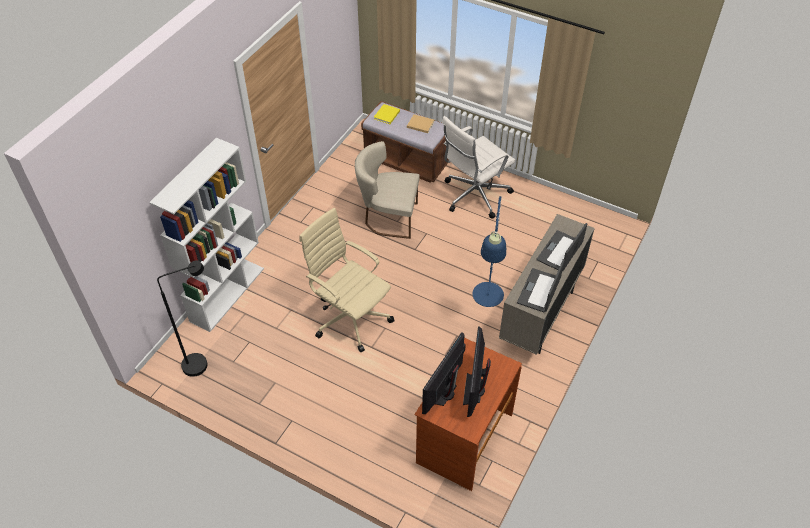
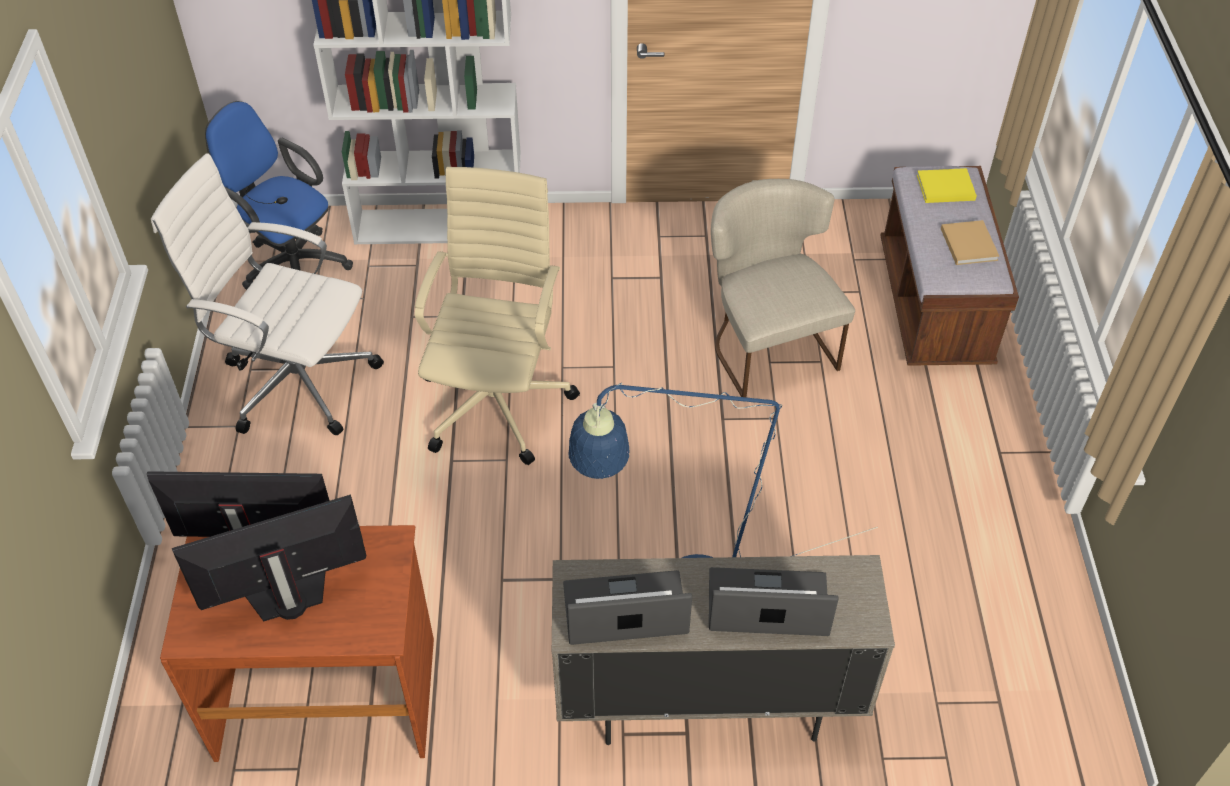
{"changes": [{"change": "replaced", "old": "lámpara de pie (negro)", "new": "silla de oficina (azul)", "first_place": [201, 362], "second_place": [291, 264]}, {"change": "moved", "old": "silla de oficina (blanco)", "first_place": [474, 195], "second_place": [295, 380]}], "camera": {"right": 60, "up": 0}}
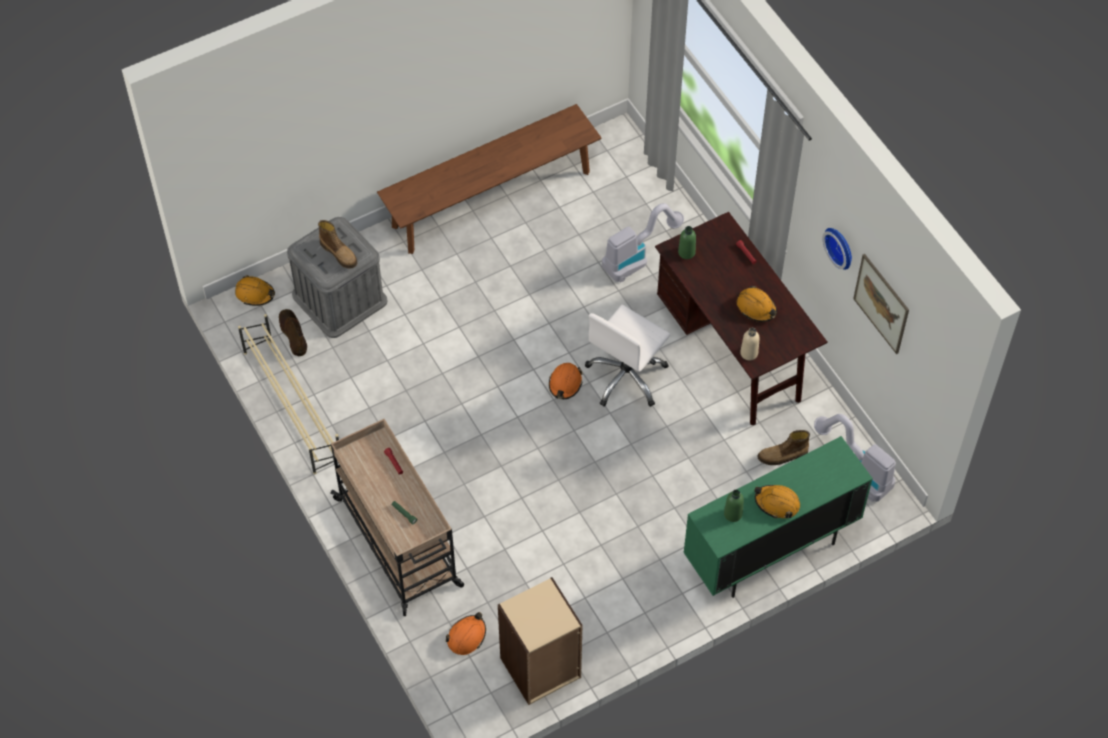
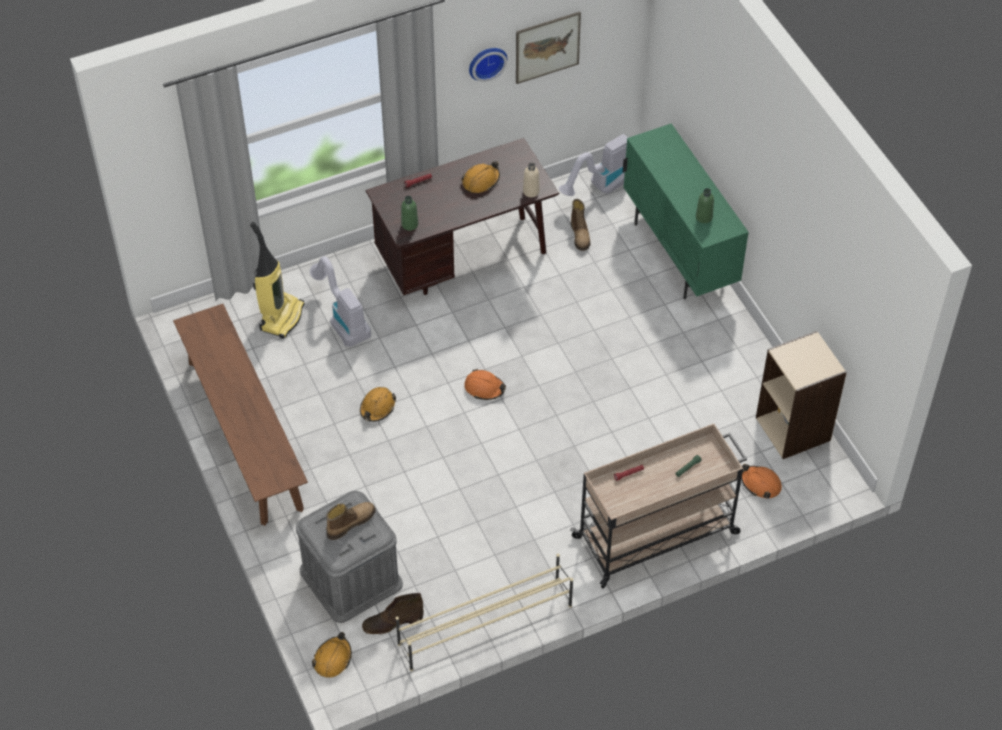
{"changes": [{"change": "removed", "old": "silla de oficina (blanco)", "first_place": [626, 377]}, {"change": "moved", "old": "casco (naranja)", "first_place": [777, 503], "second_place": [377, 407]}, {"change": "added", "new": "aspiradora", "second_place": [281, 317]}], "camera": {"right": -85, "up": -5}}
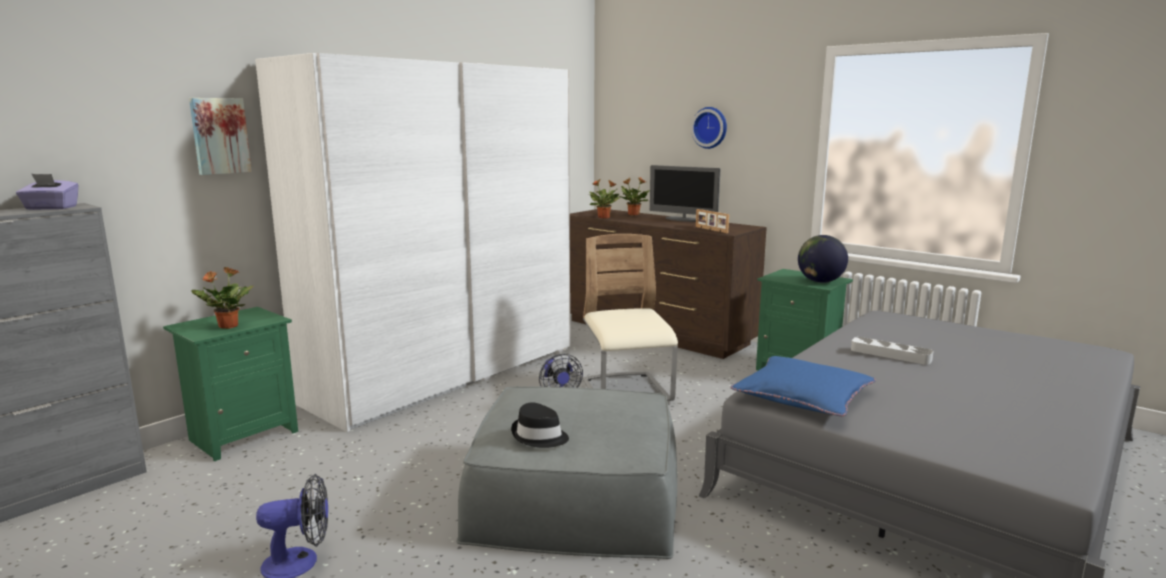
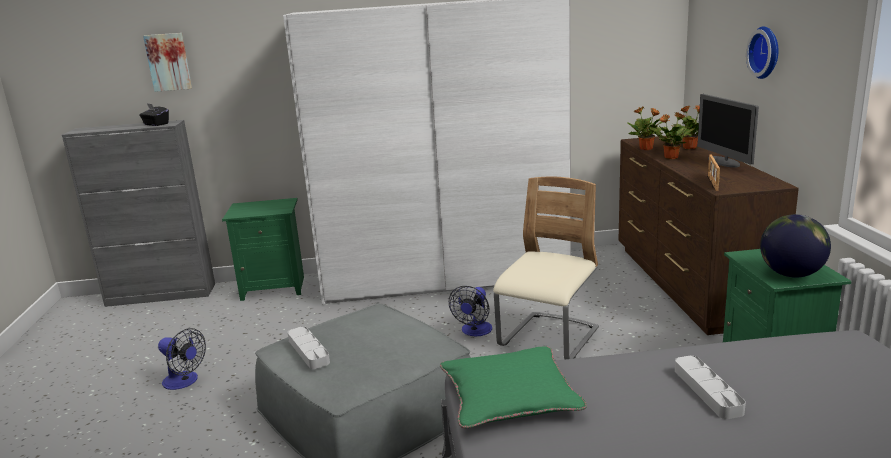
{"changes": [{"change": "recoloured", "old": "caja de pañuelos (morado)", "new": "caja de pañuelos (negro)", "first_place": [51, 208], "second_place": [156, 124]}, {"change": "moved", "old": "cuadro", "first_place": [219, 136], "second_place": [168, 62]}, {"change": "moved", "old": "planta en maceta", "first_place": [227, 326], "second_place": [670, 157]}, {"change": "replaced", "old": "sombrero (negro)", "new": "bandeja (gris)", "first_place": [539, 436], "second_place": [308, 351]}, {"change": "recoloured", "old": "cojín (azul)", "new": "cojín (verde)", "first_place": [802, 396], "second_place": [509, 397]}], "camera": {"right": 45, "up": 5}}
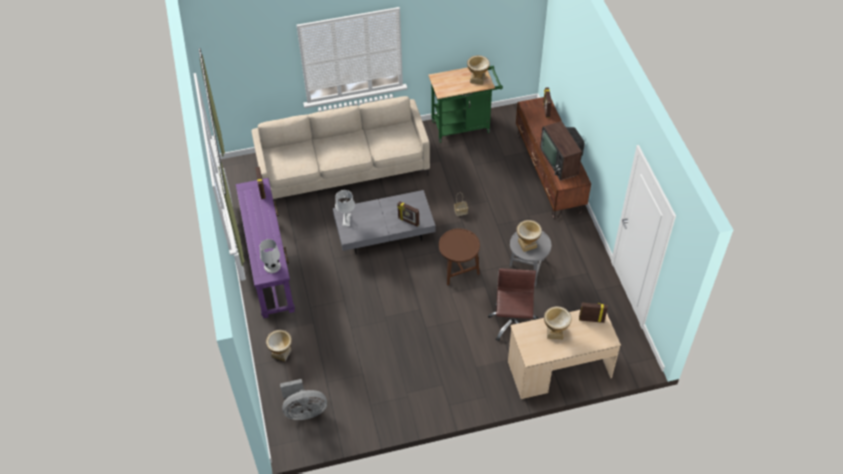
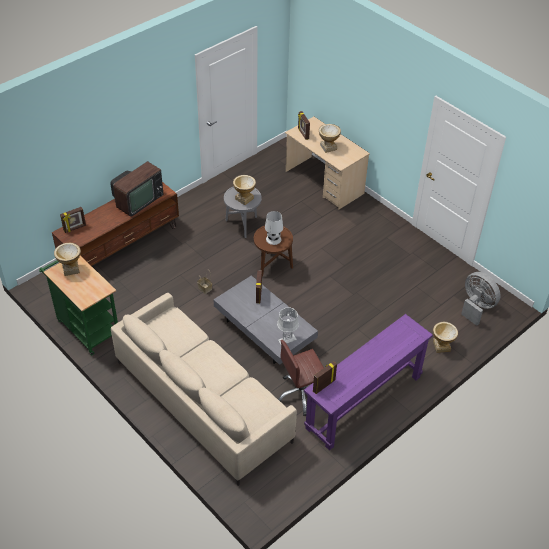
{"changes": [{"change": "moved", "old": "lámpara de mesa (blanco)", "first_place": [272, 266], "second_place": [273, 239]}, {"change": "moved", "old": "silla de oficina (marrón)", "first_place": [512, 324], "second_place": [301, 394]}], "camera": {"right": -120, "up": -5}}
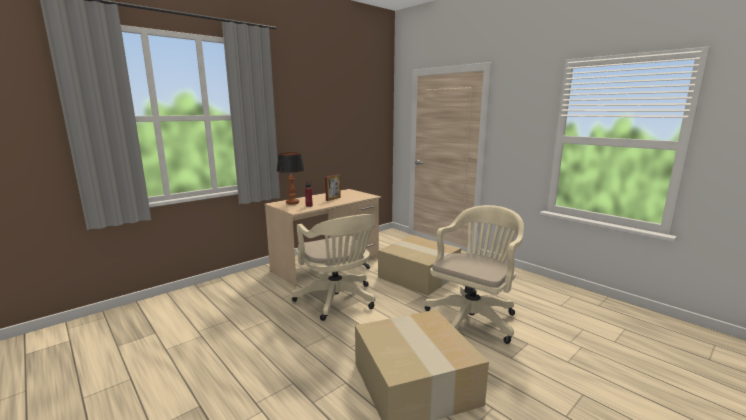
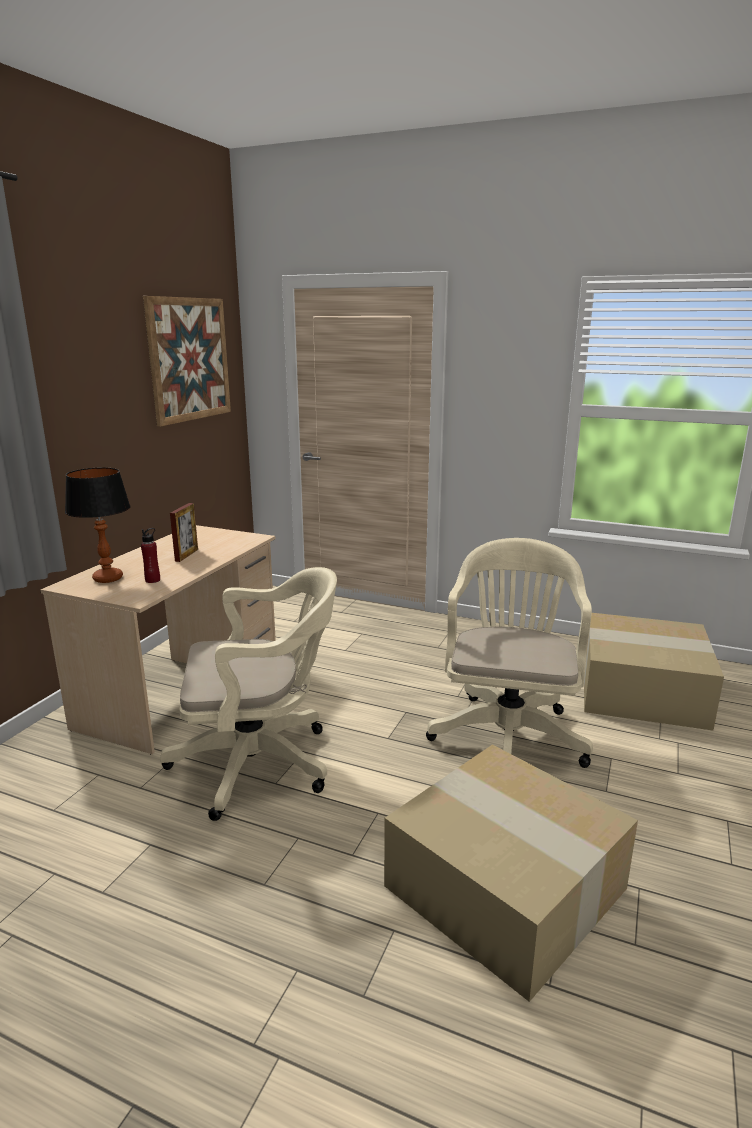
{"changes": [{"change": "turned", "old": "silla de oficina (beis)", "first_place": [337, 301], "second_place": [261, 763], "degrees": -45}, {"change": "moved", "old": "caja de cartón", "first_place": [420, 276], "second_place": [644, 690]}, {"change": "added", "new": "cuadro", "second_place": [189, 359]}], "camera": {"right": -25, "up": 5}}
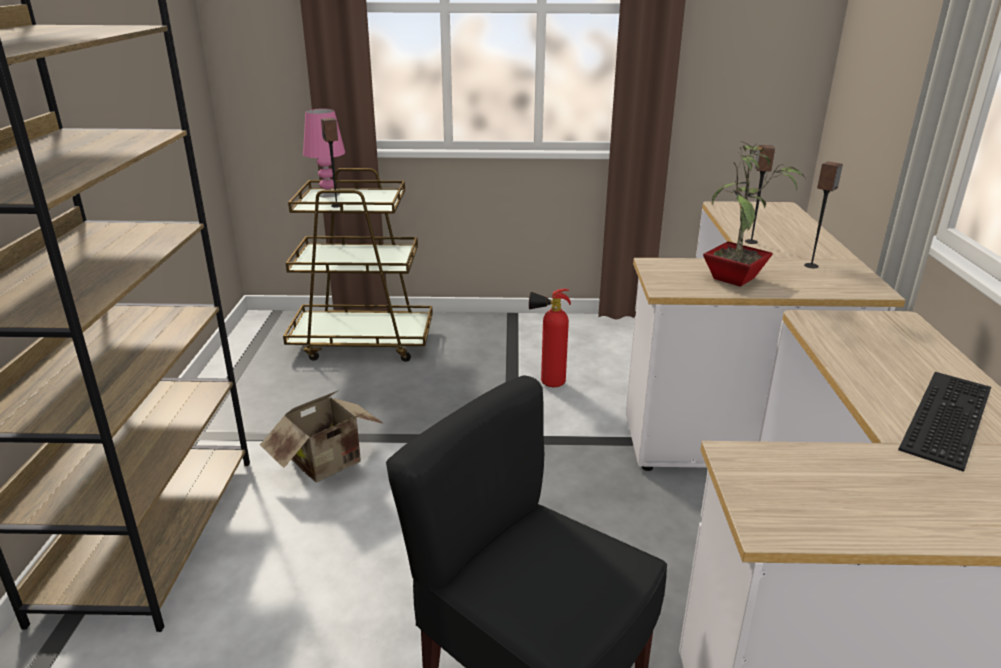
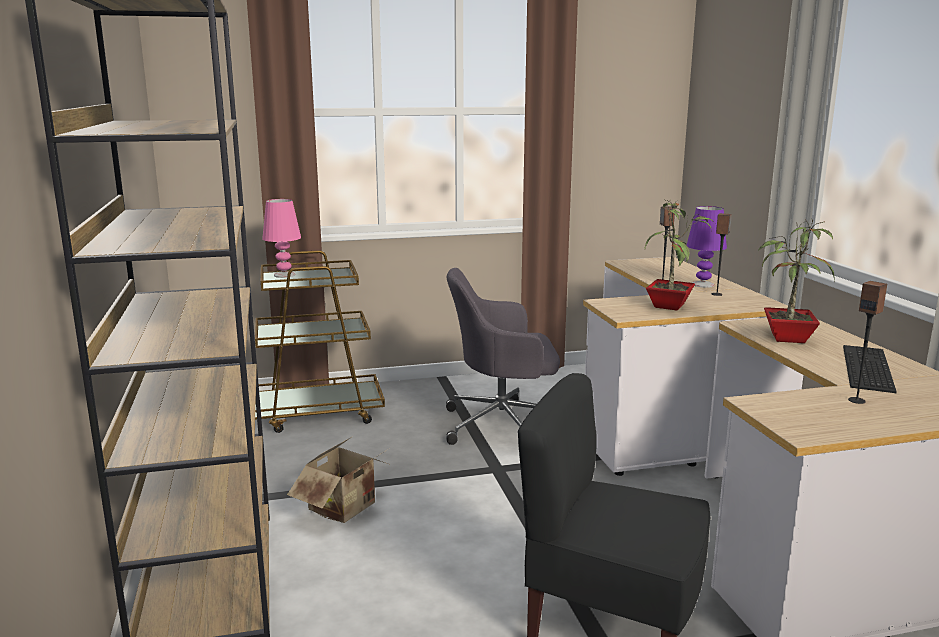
{"changes": [{"change": "moved", "old": "altavoz", "first_place": [337, 205], "second_place": [857, 400]}, {"change": "replaced", "old": "extintor", "new": "silla de oficina (gris)", "first_place": [547, 383], "second_place": [503, 425]}, {"change": "added", "new": "lámpara de mesa (morado)", "second_place": [703, 284]}, {"change": "added", "new": "planta en maceta", "second_place": [785, 338]}], "camera": {"right": -15, "up": -10}}
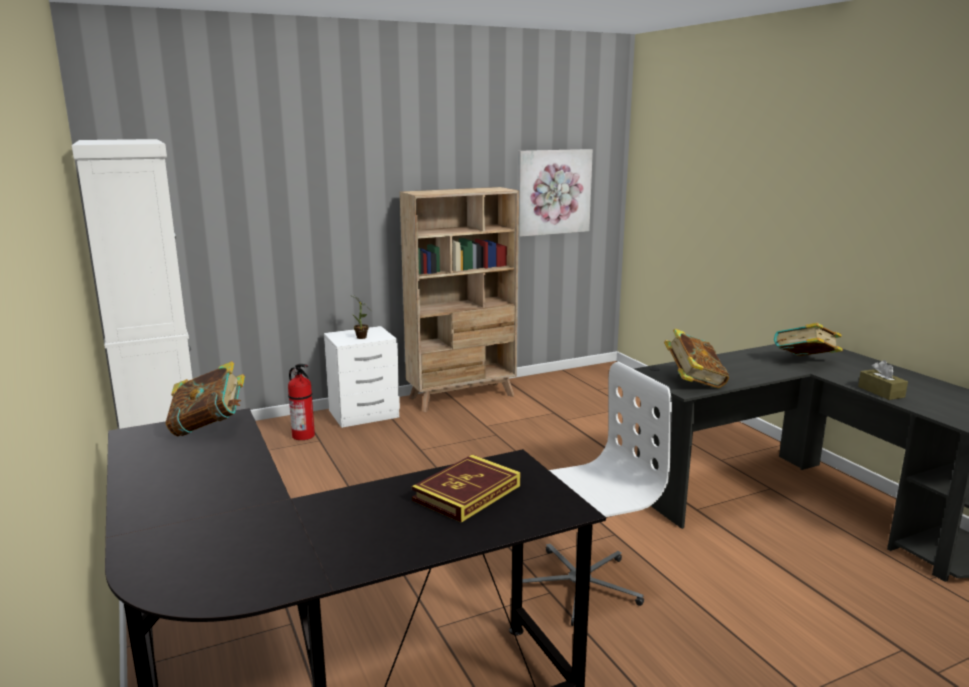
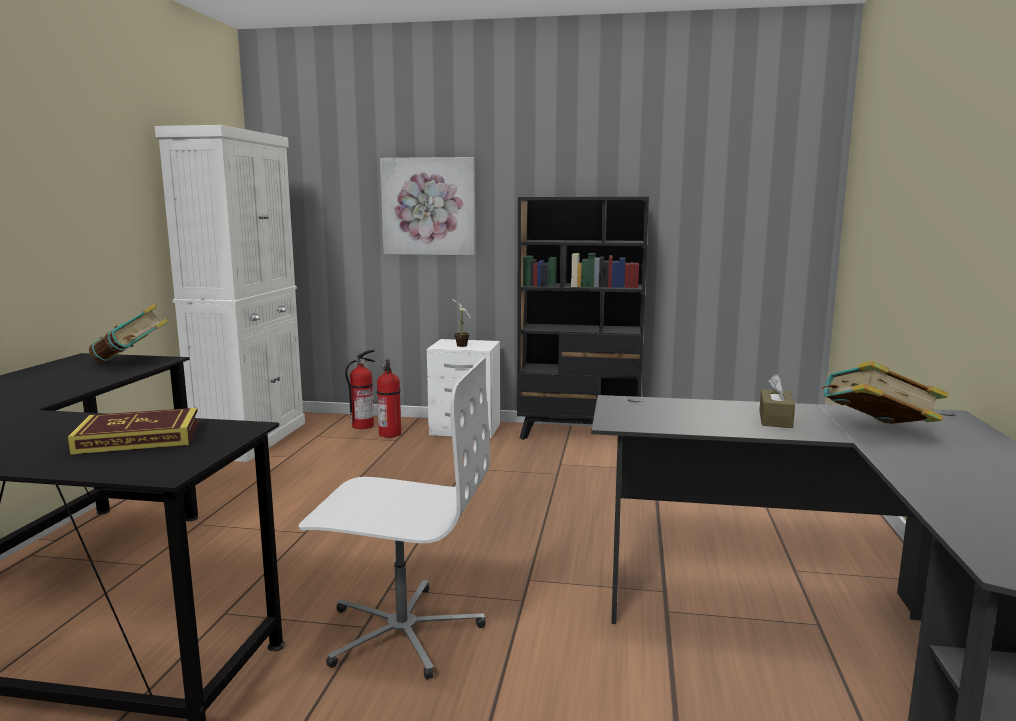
{"changes": [{"change": "recoloured", "old": "estantería (beis)", "new": "estantería (negro)", "first_place": [462, 397], "second_place": [579, 435]}, {"change": "moved", "old": "cuadro", "first_place": [553, 192], "second_place": [429, 206]}, {"change": "removed", "old": "libro", "first_place": [693, 382]}, {"change": "moved", "old": "caja de pañuelos (marrón)", "first_place": [881, 392], "second_place": [775, 419]}, {"change": "added", "new": "extintor", "second_place": [363, 425]}], "camera": {"right": 35, "up": -5}}
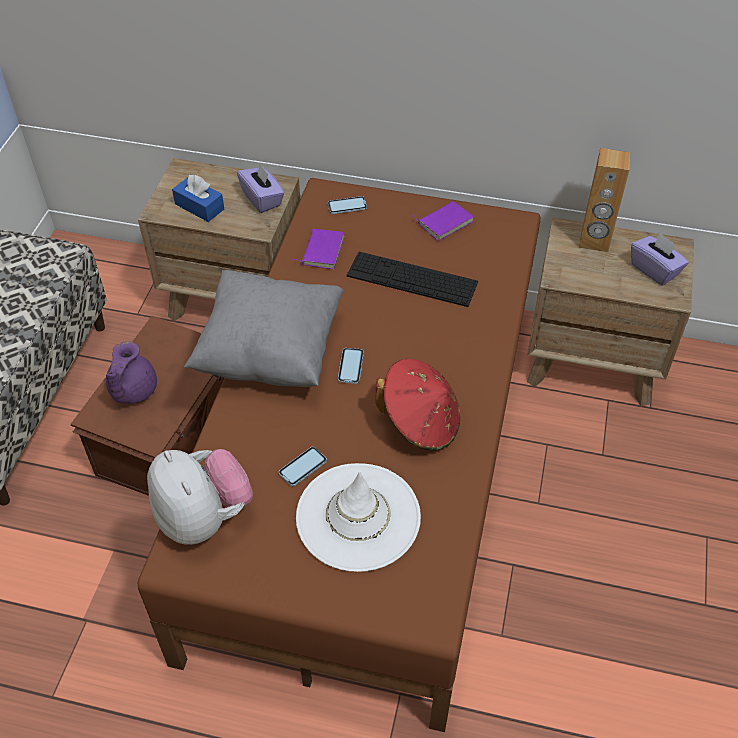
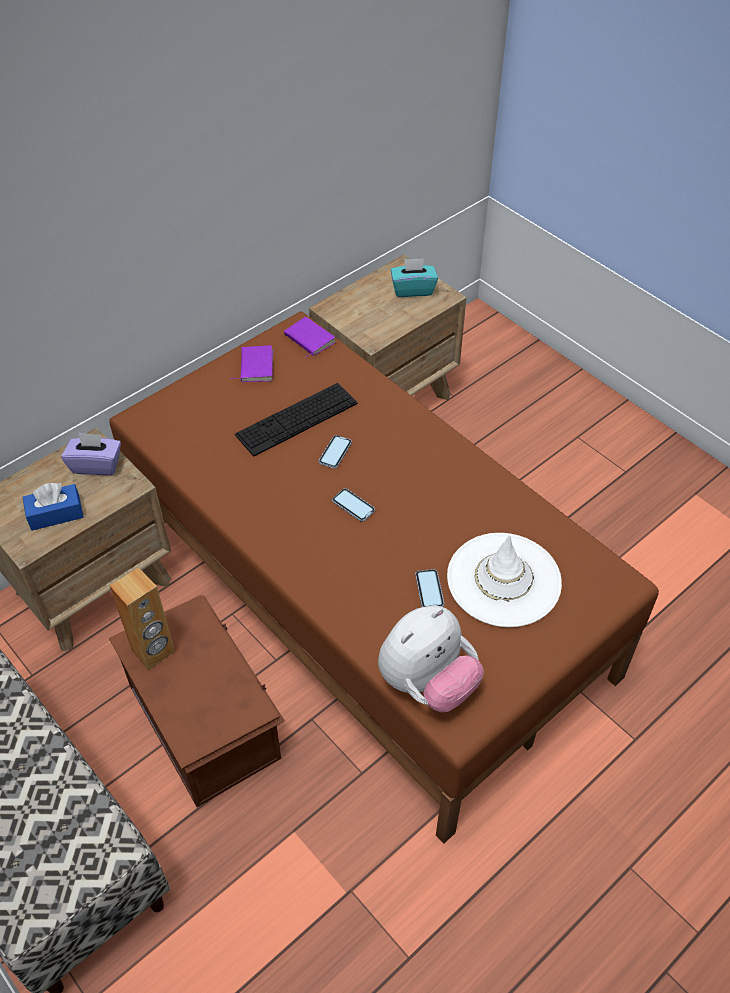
{"changes": [{"change": "removed", "old": "tetera (morado)", "first_place": [132, 391]}, {"change": "turned", "old": "peluche", "first_place": [204, 517], "second_place": [427, 682], "degrees": 135}, {"change": "removed", "old": "cojín (gris)", "first_place": [270, 352]}, {"change": "moved", "old": "libro (morado)", "first_place": [321, 250], "second_place": [308, 339]}, {"change": "moved", "old": "móvil", "first_place": [347, 206], "second_place": [335, 452]}, {"change": "removed", "old": "sombrero (rojo)", "first_place": [420, 422]}, {"change": "moved", "old": "altavoz (marrón)", "first_place": [594, 241], "second_place": [153, 651]}, {"change": "recoloured", "old": "caja de pañuelos (morado)", "new": "caja de pañuelos (turquesa)", "first_place": [655, 270], "second_place": [413, 289]}], "camera": {"right": -55, "up": 0}}
